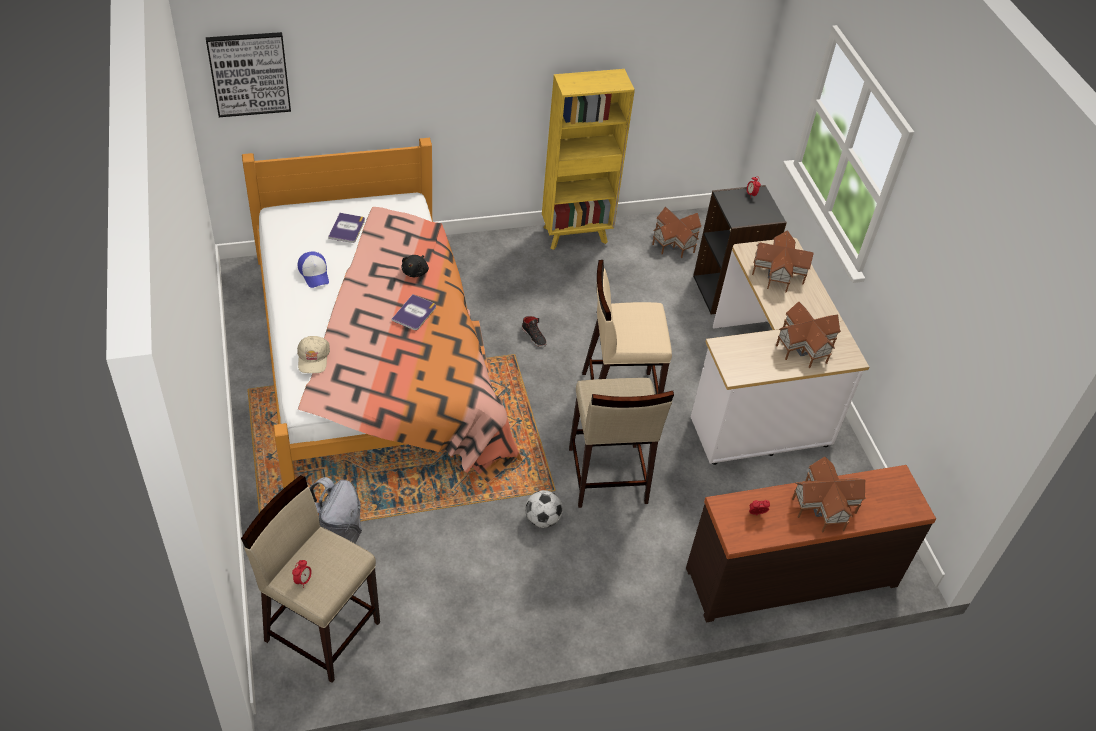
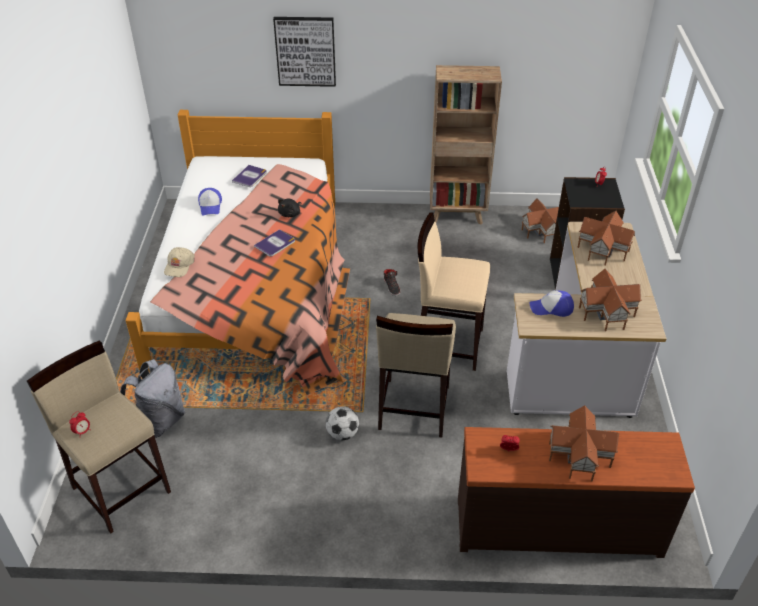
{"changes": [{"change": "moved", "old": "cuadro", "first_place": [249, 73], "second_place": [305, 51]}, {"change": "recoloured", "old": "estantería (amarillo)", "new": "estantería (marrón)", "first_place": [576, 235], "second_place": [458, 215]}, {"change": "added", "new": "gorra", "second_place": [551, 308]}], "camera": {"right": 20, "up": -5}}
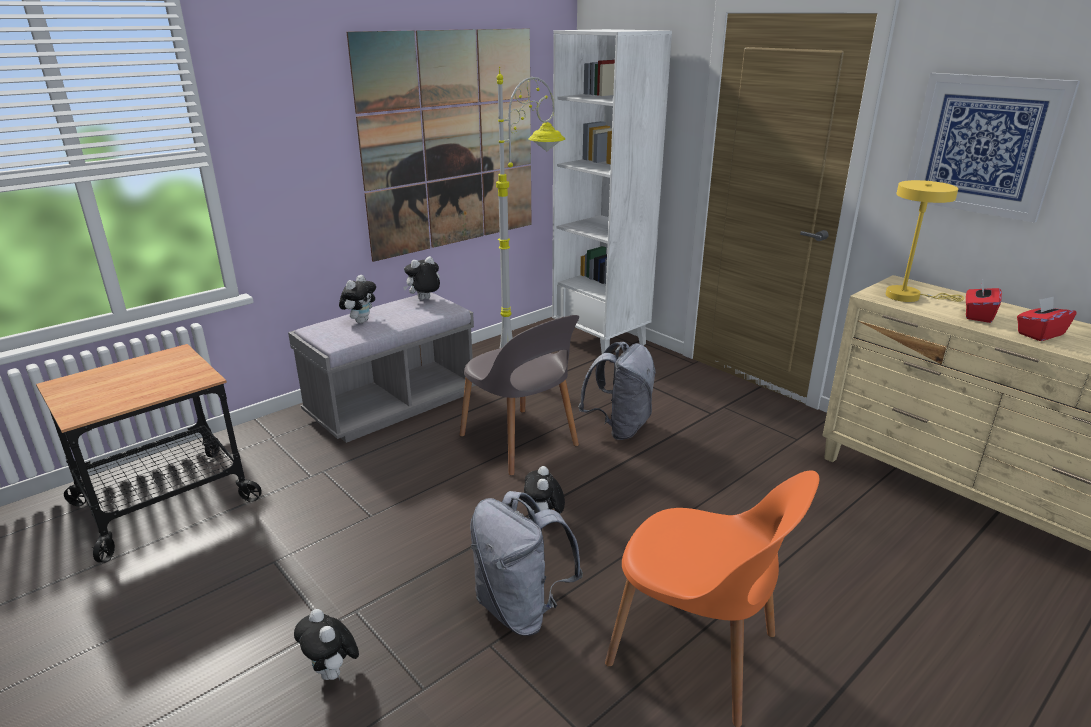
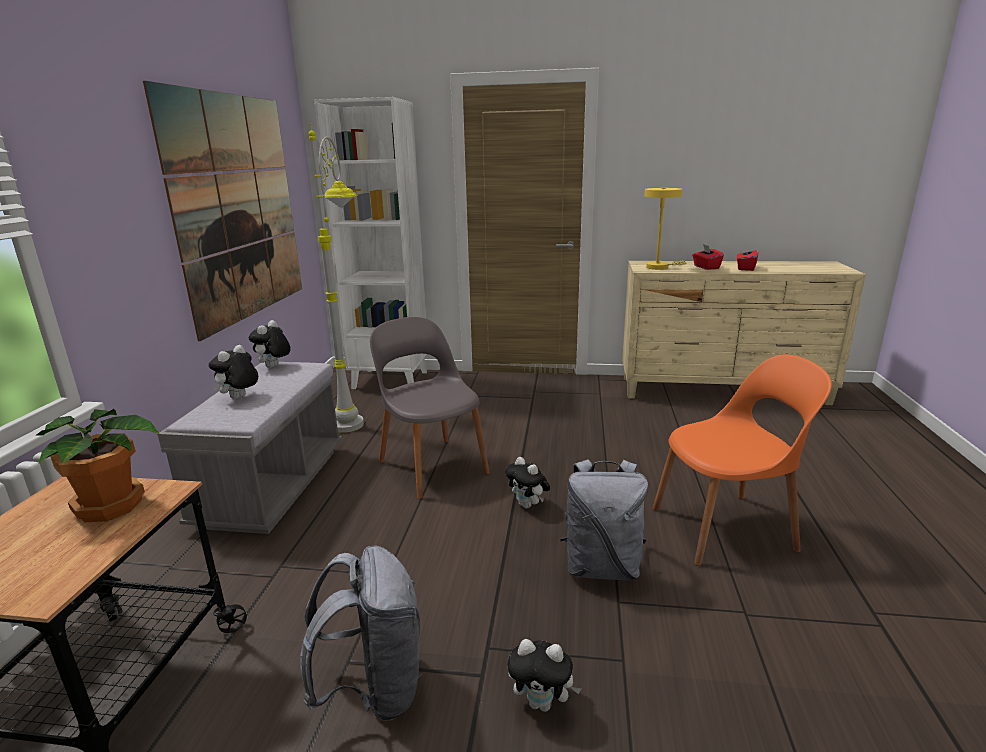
{"changes": [{"change": "turned", "old": "peluche", "first_place": [360, 321], "second_place": [239, 398], "degrees": -135}, {"change": "turned", "old": "silla (gris)", "first_place": [520, 442], "second_place": [432, 465], "degrees": -135}, {"change": "moved", "old": "mochila (gris)", "first_place": [619, 427], "second_place": [374, 689]}, {"change": "removed", "old": "cuadro", "first_place": [983, 145]}, {"change": "added", "new": "planta en maceta", "second_place": [112, 507]}], "camera": {"right": -40, "up": -5}}
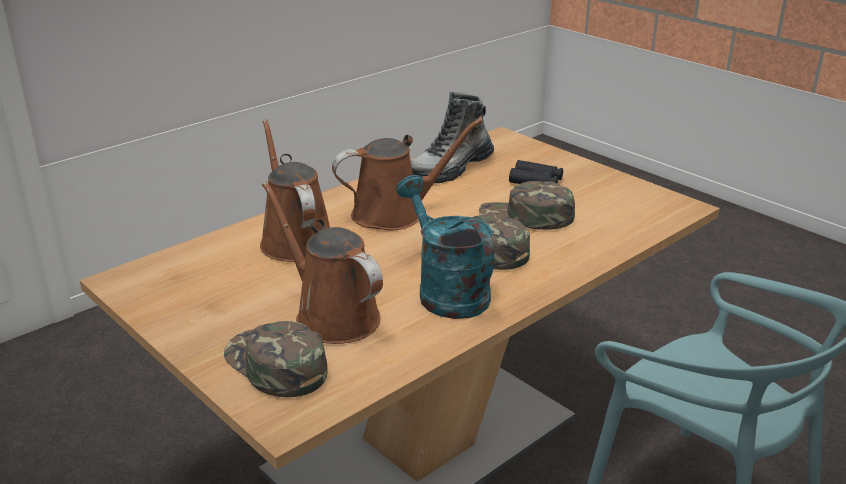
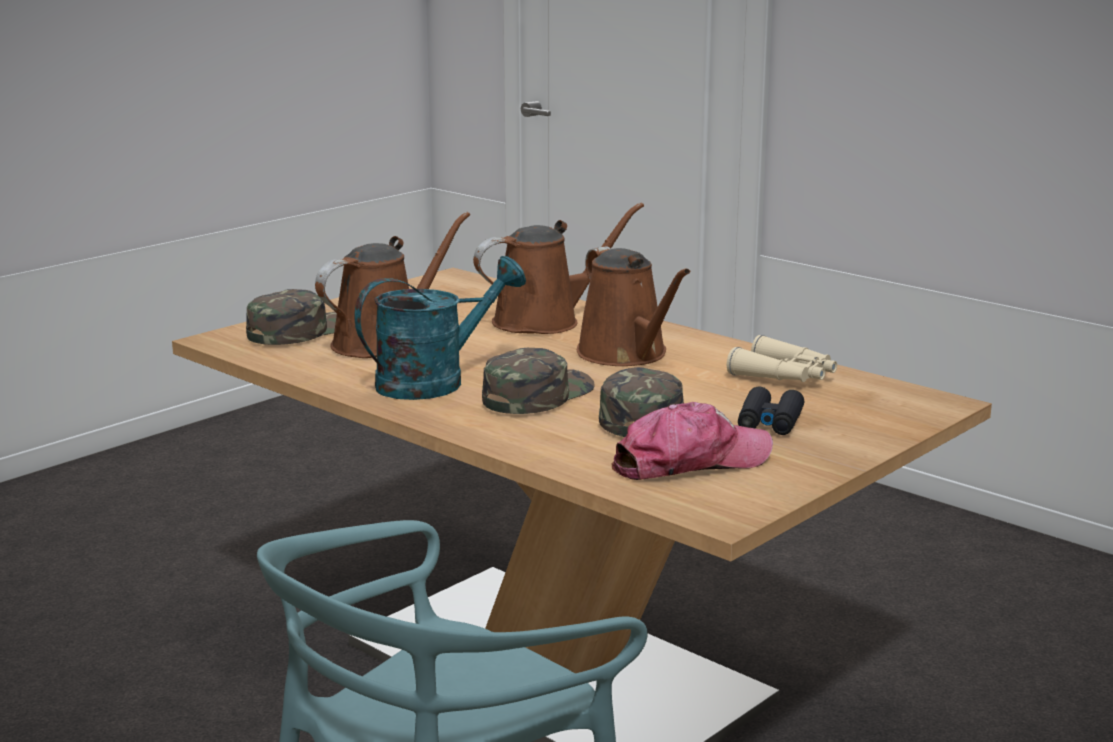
{"changes": [{"change": "replaced", "old": "bota", "new": "prismáticos (beis)", "first_place": [451, 169], "second_place": [785, 376]}, {"change": "added", "new": "gorra", "second_place": [690, 462]}], "camera": {"right": 85, "up": -10}}
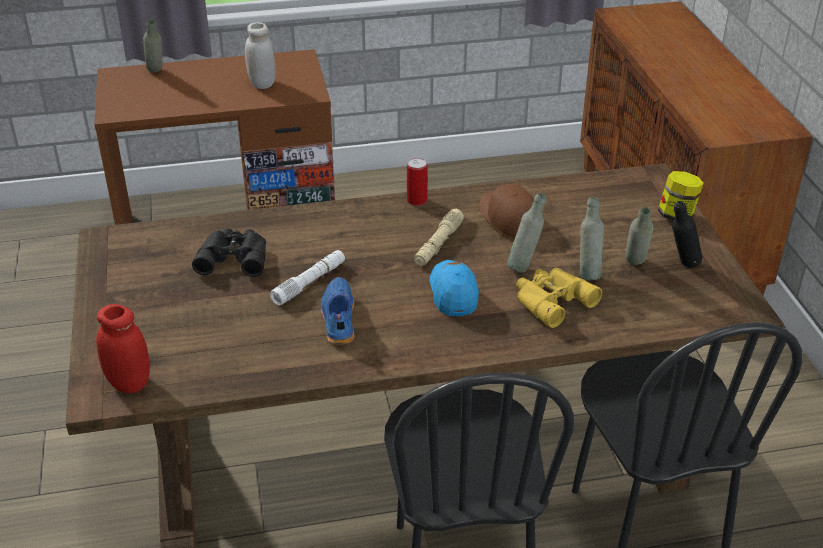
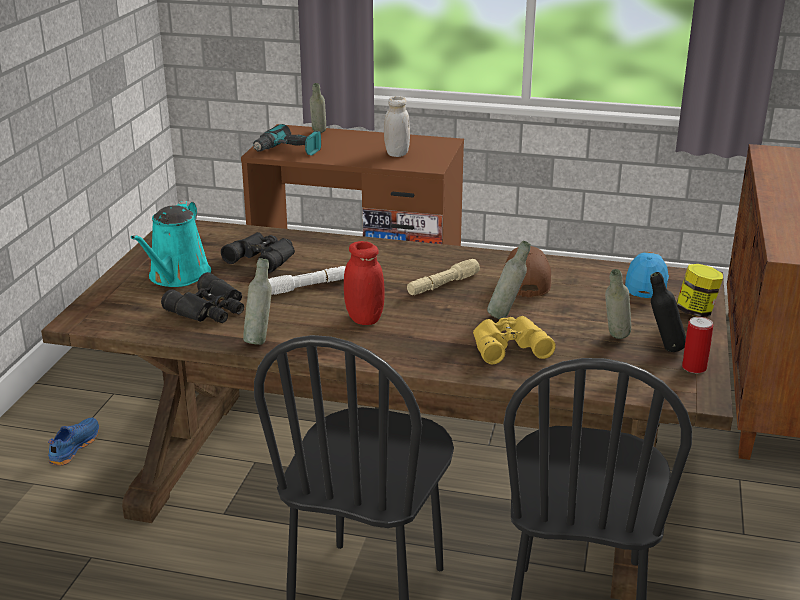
{"changes": [{"change": "moved", "old": "tarro (rojo)", "first_place": [129, 383], "second_place": [364, 318]}, {"change": "moved", "old": "zapato (azul)", "first_place": [337, 319], "second_place": [73, 447]}, {"change": "moved", "old": "lata", "first_place": [417, 200], "second_place": [694, 367]}, {"change": "moved", "old": "gorra (azul)", "first_place": [453, 293], "second_place": [646, 283]}, {"change": "moved", "old": "botella (gris)", "first_place": [588, 273], "second_place": [260, 340]}, {"change": "added", "new": "regadera (turquesa)", "second_place": [177, 276]}, {"change": "added", "new": "prismáticos (negro)", "second_place": [210, 309]}, {"change": "added", "new": "taladro", "second_place": [288, 151]}], "camera": {"right": 25, "up": -10}}
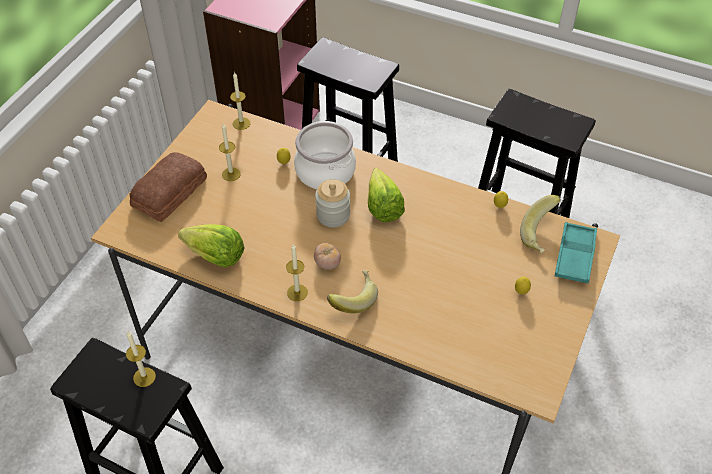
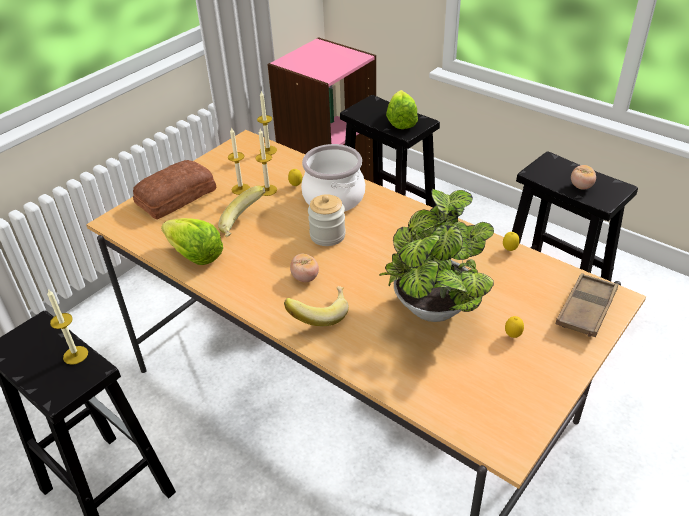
{"changes": [{"change": "moved", "old": "vela", "first_place": [297, 292], "second_place": [267, 190]}, {"change": "moved", "old": "lechuga", "first_place": [383, 203], "second_place": [402, 119]}, {"change": "moved", "old": "plátano", "first_place": [541, 235], "second_place": [244, 225]}, {"change": "recoloured", "old": "bandeja (turquesa)", "new": "bandeja (marrón)", "first_place": [575, 256], "second_place": [586, 309]}, {"change": "added", "new": "planta en maceta", "second_place": [432, 312]}, {"change": "added", "new": "tomate", "second_place": [581, 186]}], "camera": {"right": 15, "up": -10}}
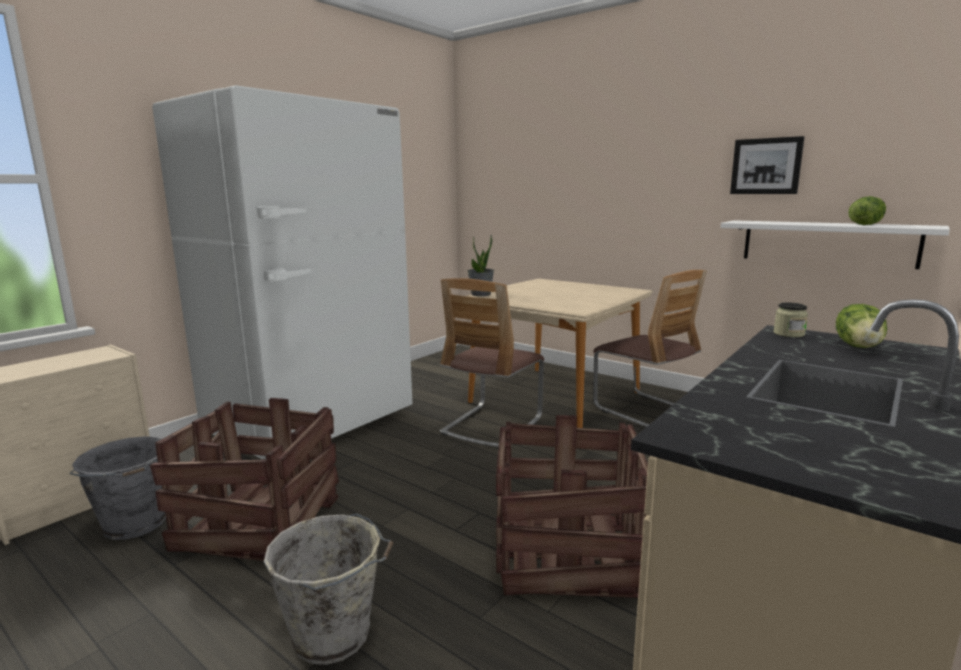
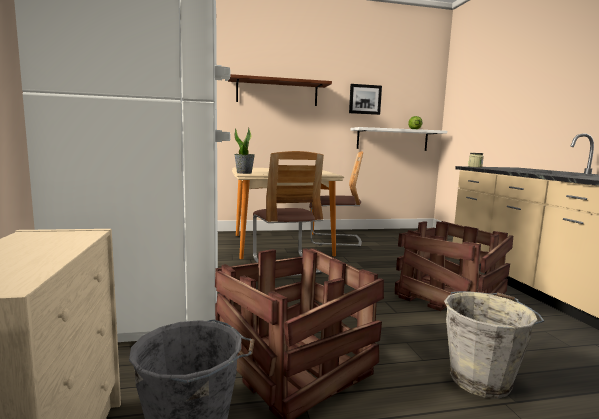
{"changes": [{"change": "removed", "old": "lechuga", "first_place": [859, 346]}, {"change": "added", "new": "estante (marrón)", "second_place": [277, 92]}], "camera": {"right": -50, "up": -5}}
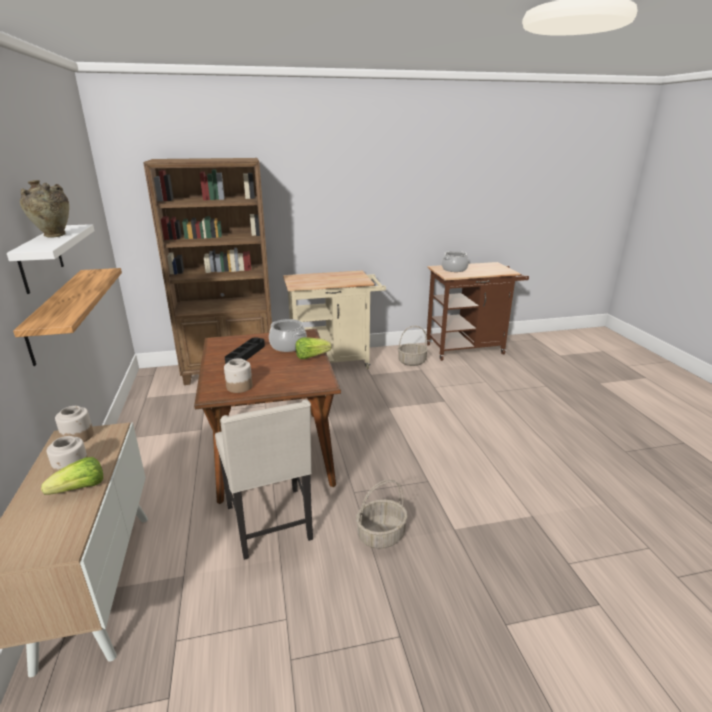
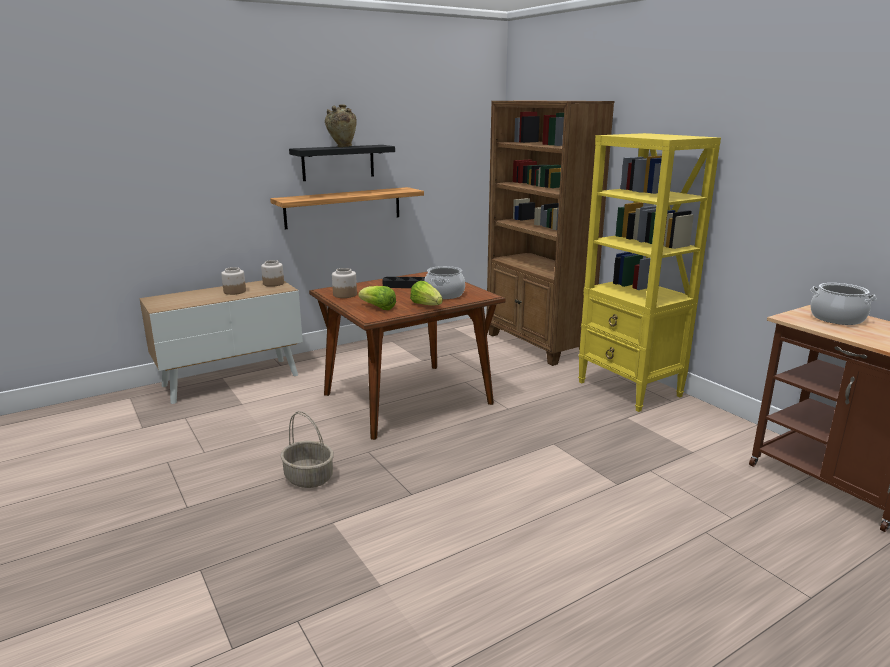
{"changes": [{"change": "recoloured", "old": "estante (blanco)", "new": "estante (negro)", "first_place": [40, 258], "second_place": [338, 162]}, {"change": "moved", "old": "lechuga", "first_place": [80, 489], "second_place": [378, 308]}, {"change": "removed", "old": "silla (beis)", "first_place": [271, 524]}, {"change": "replaced", "old": "carrito (beis)", "new": "estantería (amarillo)", "first_place": [335, 362], "second_place": [630, 389]}, {"change": "removed", "old": "cesta", "first_place": [412, 362]}], "camera": {"right": 70, "up": -5}}
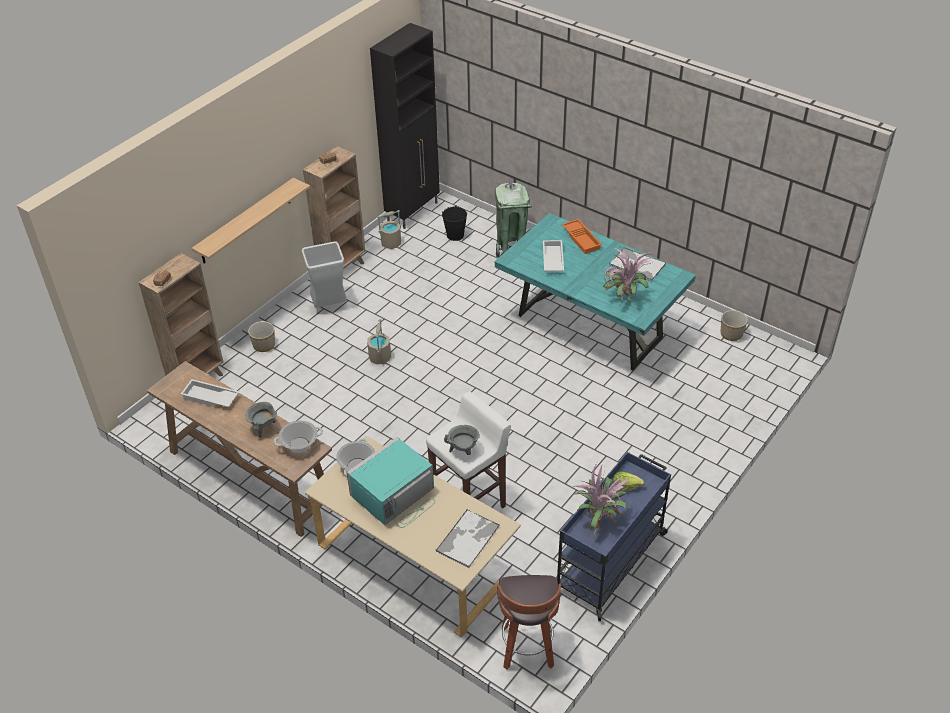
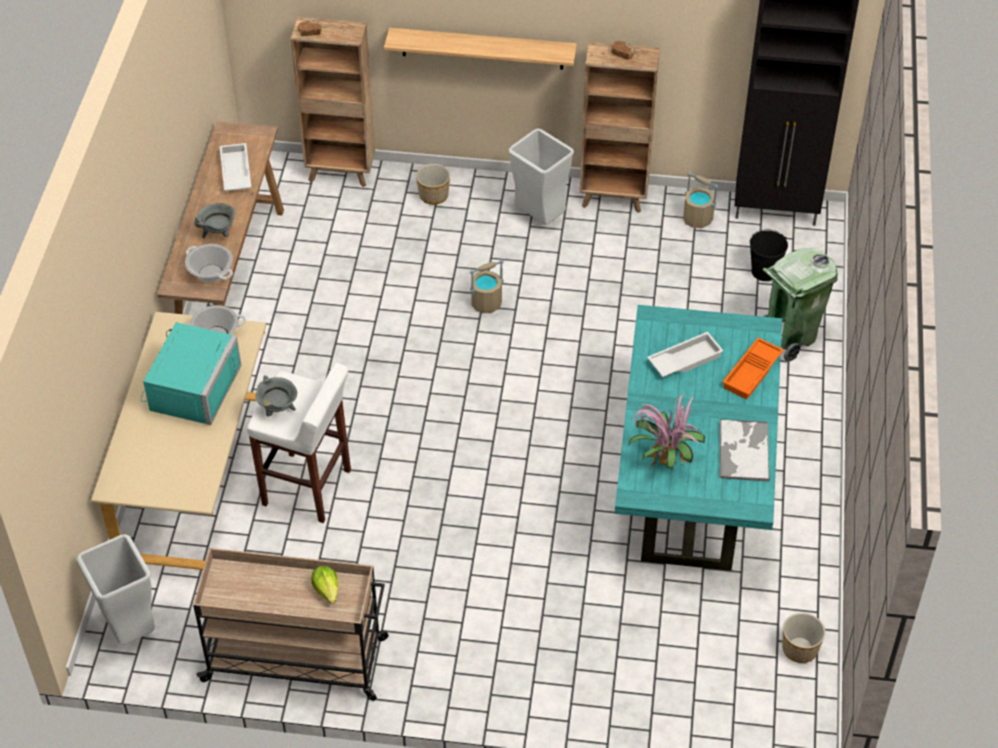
{"changes": [{"change": "turned", "old": "microondas (turquesa)", "first_place": [395, 497], "second_place": [189, 387], "degrees": 90}, {"change": "removed", "old": "bandeja", "first_place": [468, 538]}, {"change": "replaced", "old": "taburete", "new": "papelera (gris)", "first_place": [527, 649], "second_place": [130, 628]}, {"change": "recoloured", "old": "carrito (azul)", "new": "carrito (beis)", "first_place": [610, 561], "second_place": [297, 659]}, {"change": "removed", "old": "planta en maceta", "first_place": [600, 518]}], "camera": {"right": 60, "up": 5}}
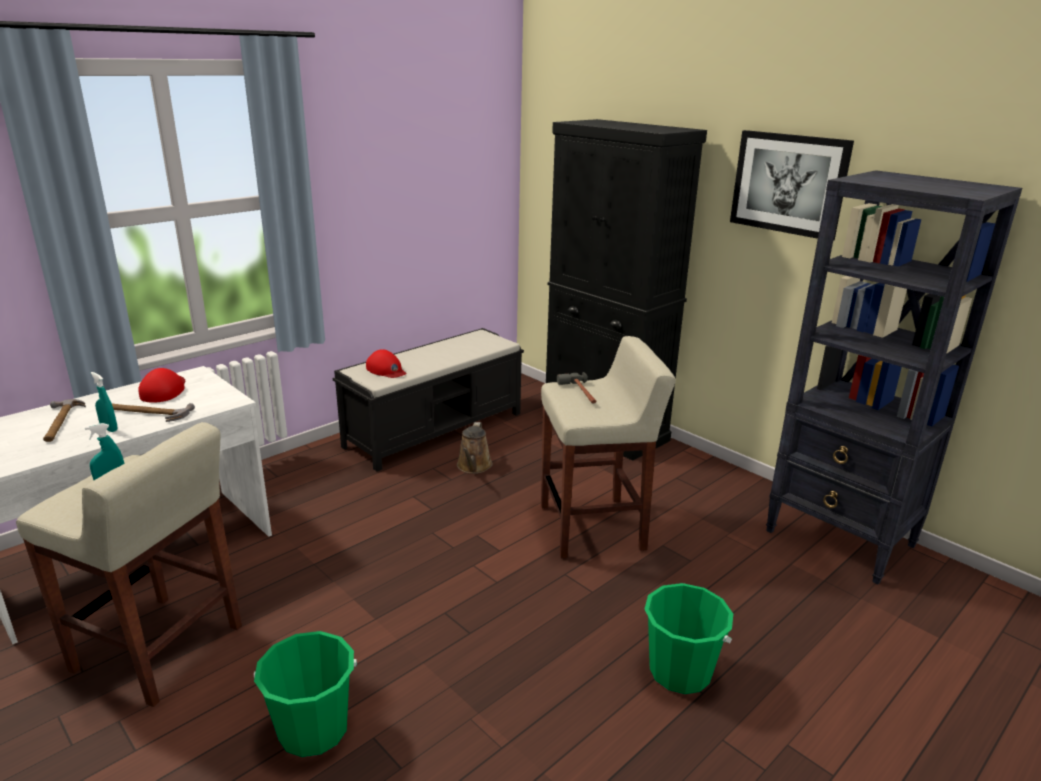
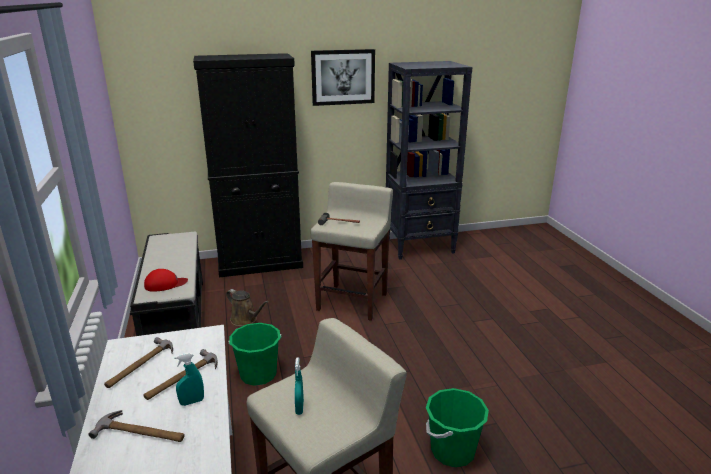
{"changes": [{"change": "replaced", "old": "gorra (rojo)", "new": "martillo", "first_place": [164, 390], "second_place": [140, 365]}, {"change": "moved", "old": "cubo (verde)", "first_place": [680, 672], "second_place": [258, 374]}], "camera": {"right": -60, "up": 0}}
